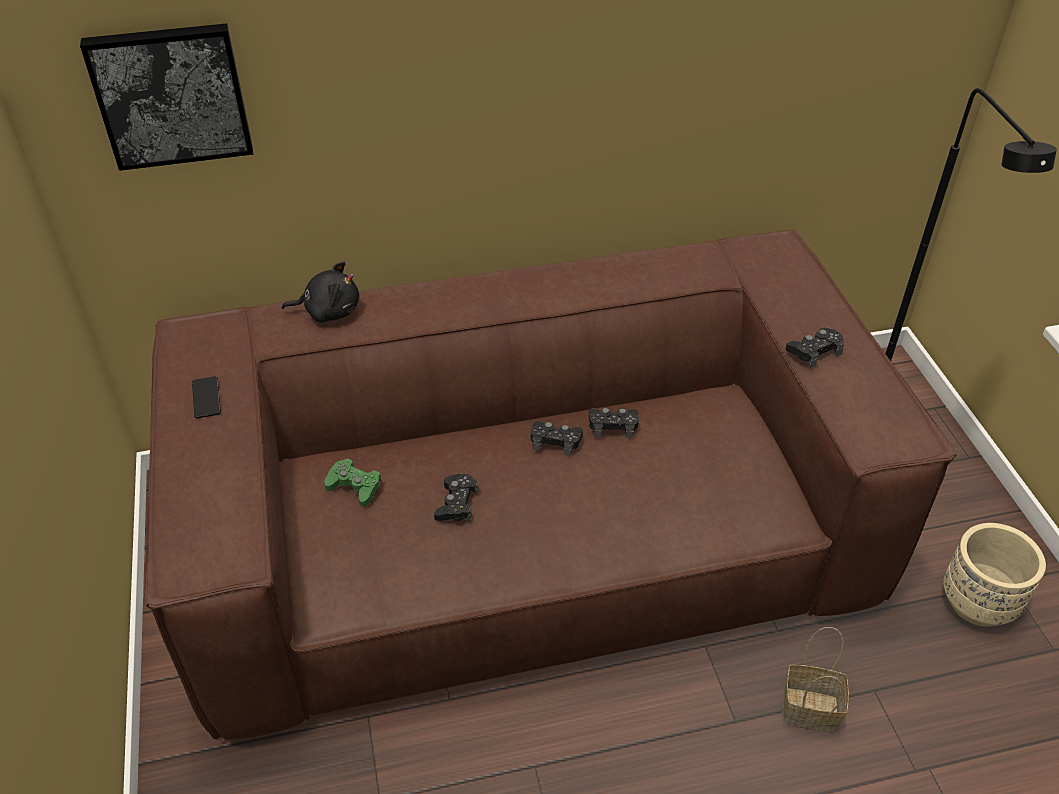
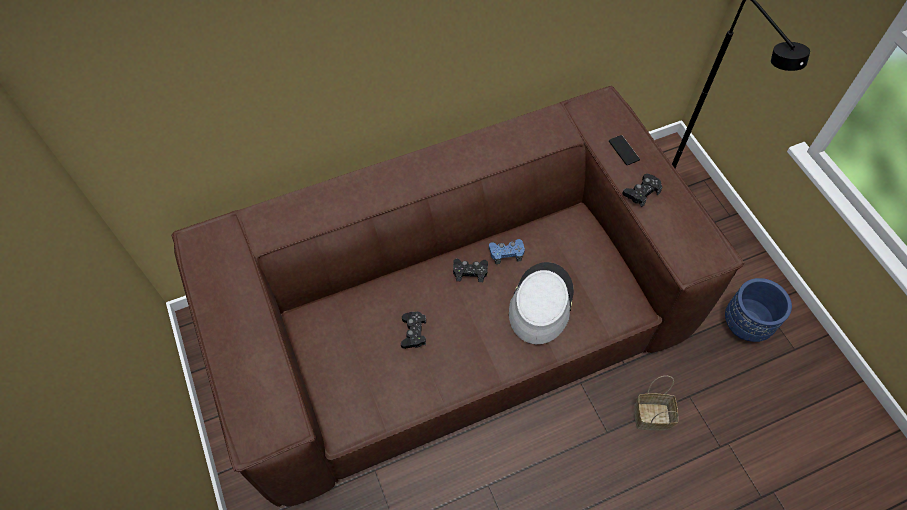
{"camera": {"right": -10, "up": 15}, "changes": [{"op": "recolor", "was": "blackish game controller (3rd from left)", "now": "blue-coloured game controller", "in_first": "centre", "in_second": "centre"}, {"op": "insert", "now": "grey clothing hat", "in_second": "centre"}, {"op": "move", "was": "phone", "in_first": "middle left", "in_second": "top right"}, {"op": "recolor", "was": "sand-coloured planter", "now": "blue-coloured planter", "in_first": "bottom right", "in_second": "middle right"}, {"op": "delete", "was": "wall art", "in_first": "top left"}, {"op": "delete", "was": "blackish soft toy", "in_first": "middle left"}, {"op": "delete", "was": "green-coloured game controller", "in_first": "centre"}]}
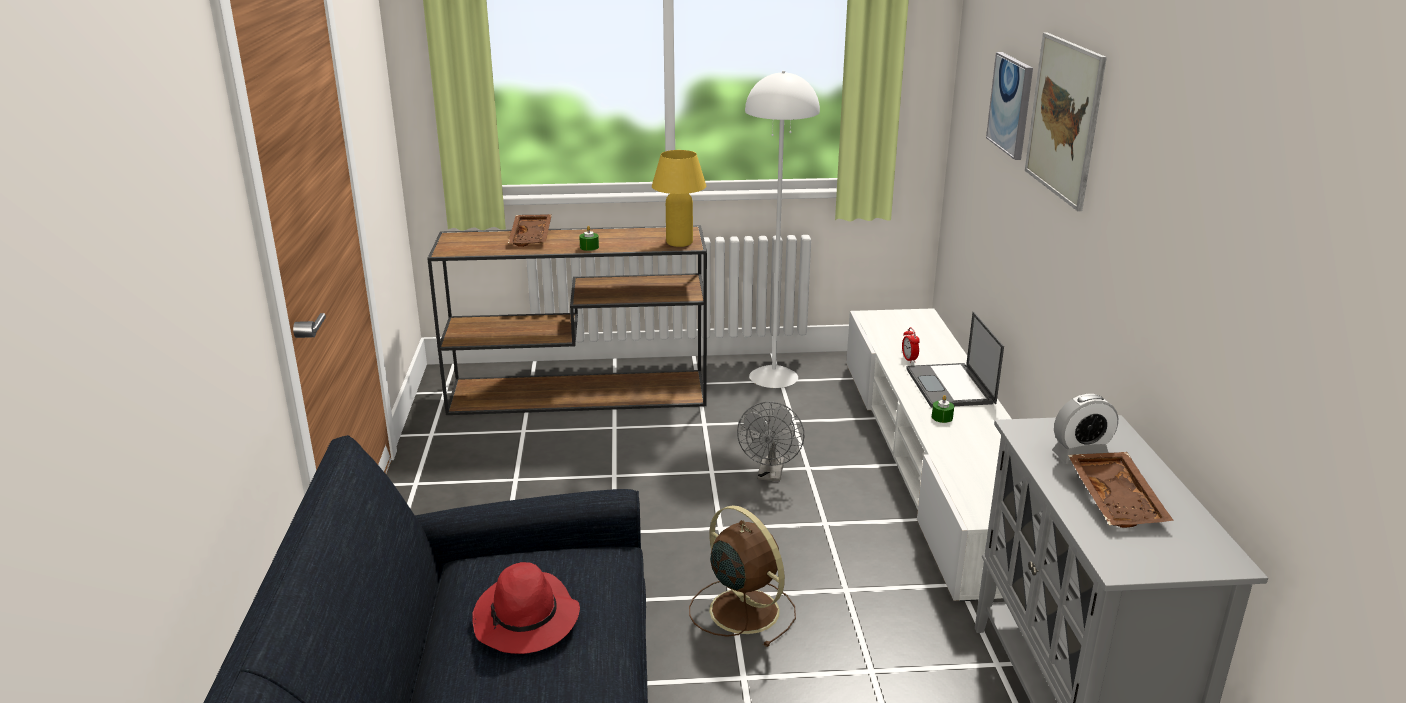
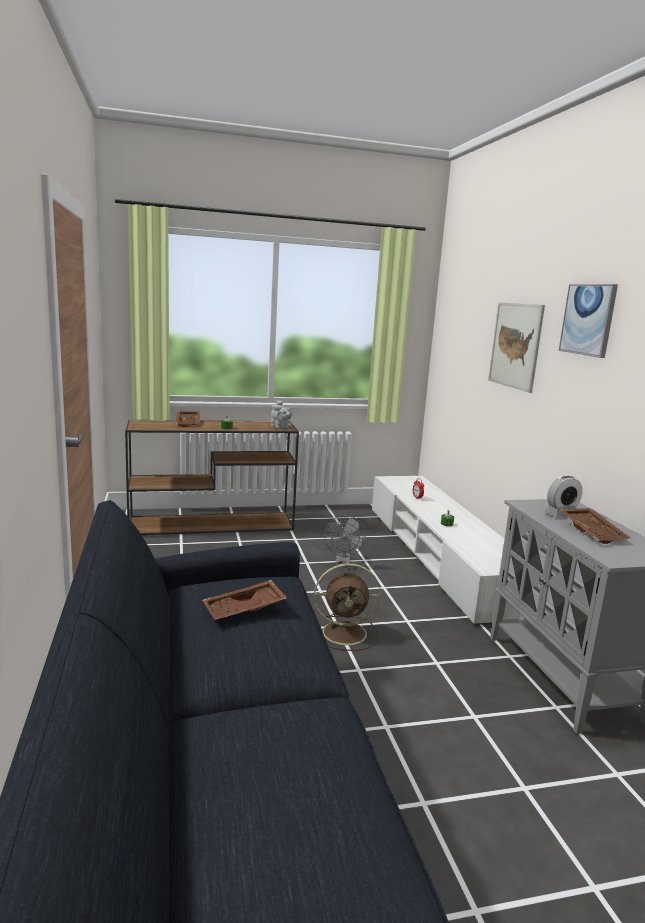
{"camera": {"right": -10, "up": -10}, "changes": [{"op": "replace", "was": "red-coloured clothing hat", "now": "brownish carrying tray (2nd from left)", "in_first": "bottom centre", "in_second": "centre"}, {"op": "replace", "was": "yellowish tabletop lamp", "now": "grey tea pot", "in_first": "top centre", "in_second": "centre"}, {"op": "rotate", "was": "brownish electric fan", "in_first": "bottom centre", "in_second": "centre", "clockwise": 135}, {"op": "move", "was": "wall art (1st from left in the first image)", "now": "wall art (2nd from left)", "in_first": "top right", "in_second": "middle right"}, {"op": "delete", "was": "white floor lamp", "in_first": "top centre"}, {"op": "delete", "was": "portable computer", "in_first": "middle right"}]}
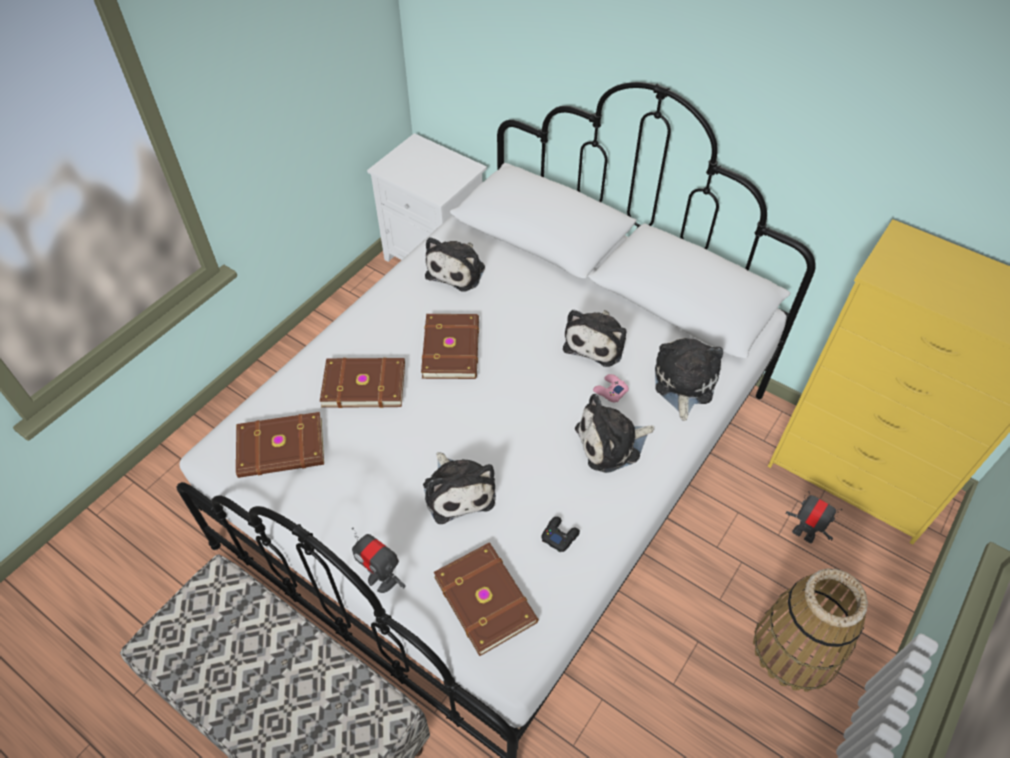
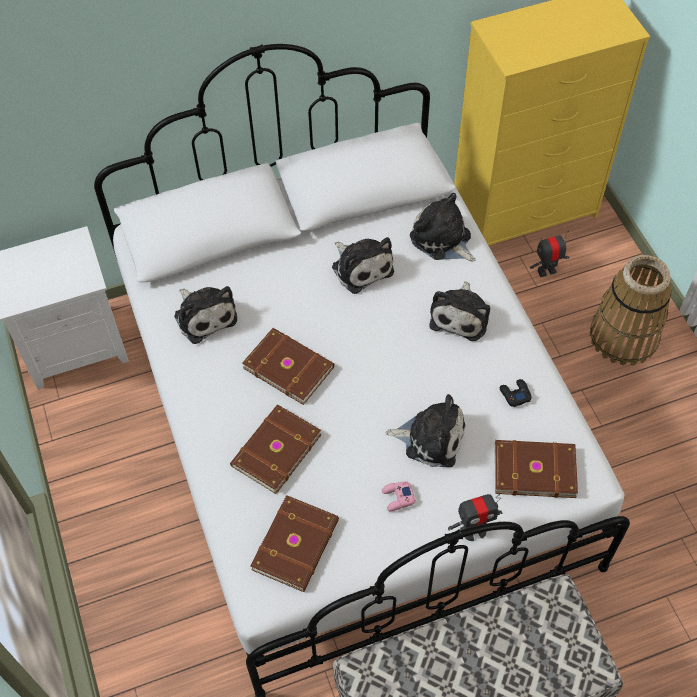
{"camera": {"right": -55, "up": 5}, "changes": [{"op": "move", "was": "pinkish game controller", "in_first": "centre", "in_second": "bottom centre"}]}
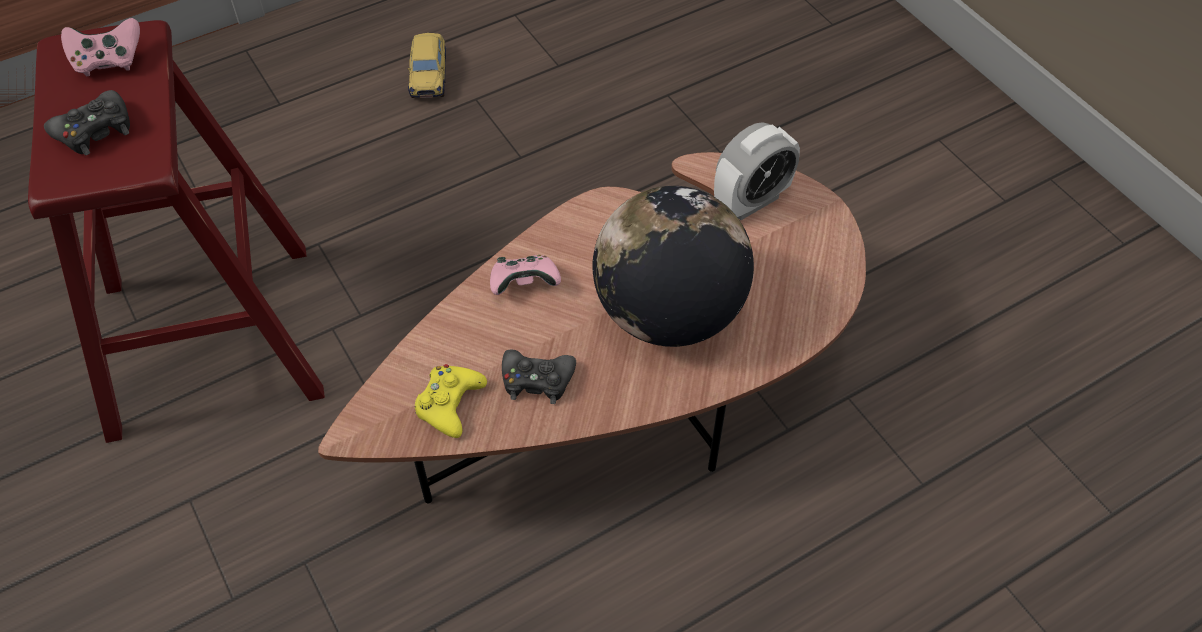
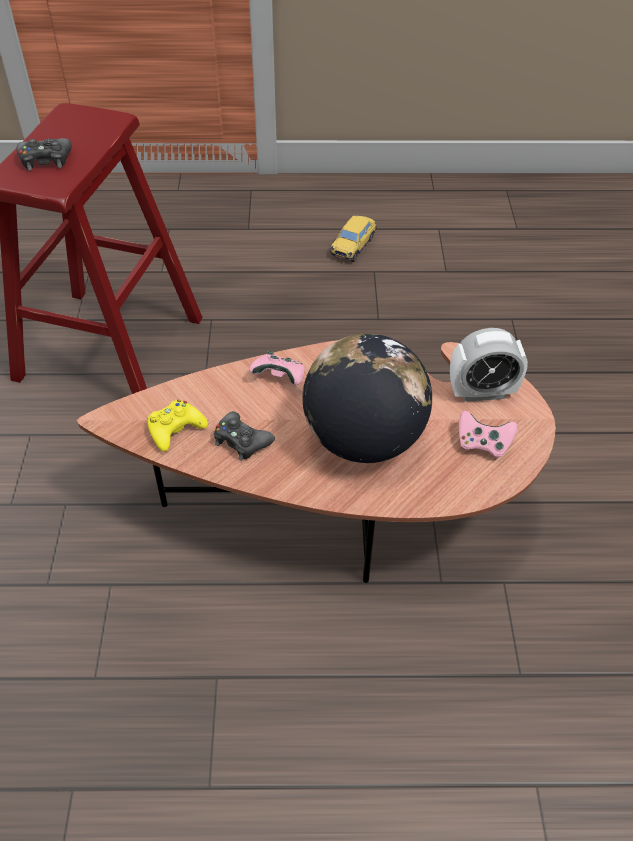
{"camera": {"right": 30, "up": -5}, "changes": [{"op": "move", "was": "pinkish game controller (1st from left in the first image)", "now": "pinkish game controller (2nd from left)", "in_first": "top left", "in_second": "middle right"}]}
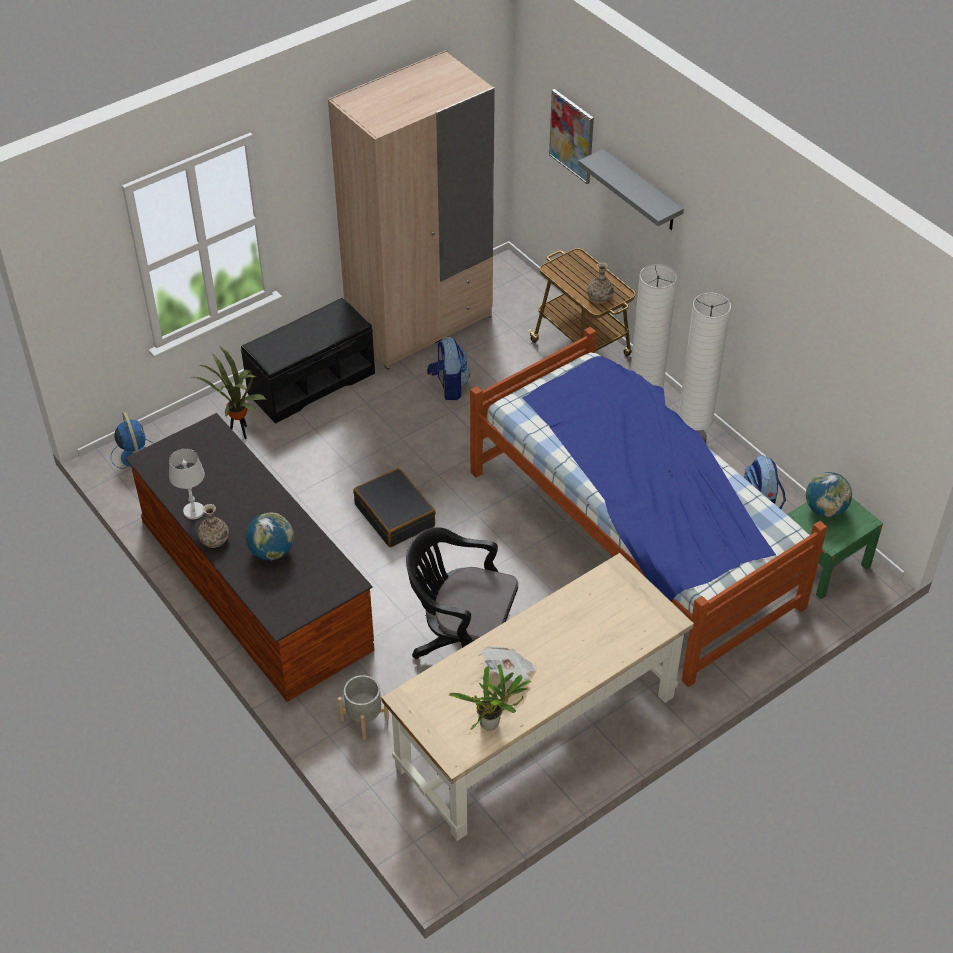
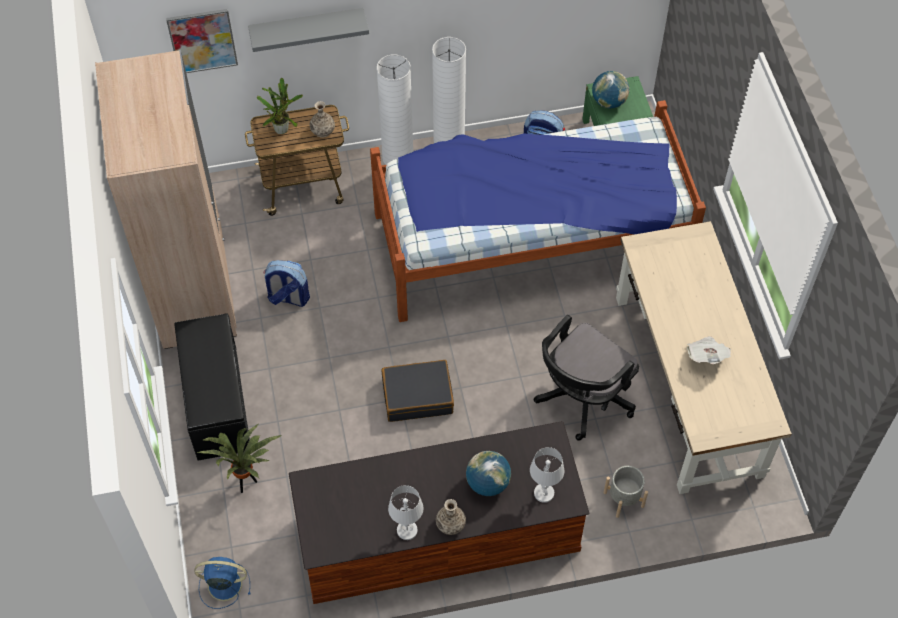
{"camera": {"right": -65, "up": 10}, "changes": [{"op": "move", "was": "potted plant (2nd from left)", "in_first": "bottom centre", "in_second": "top left"}, {"op": "insert", "now": "white tabletop lamp (2nd from left)", "in_second": "bottom centre"}]}
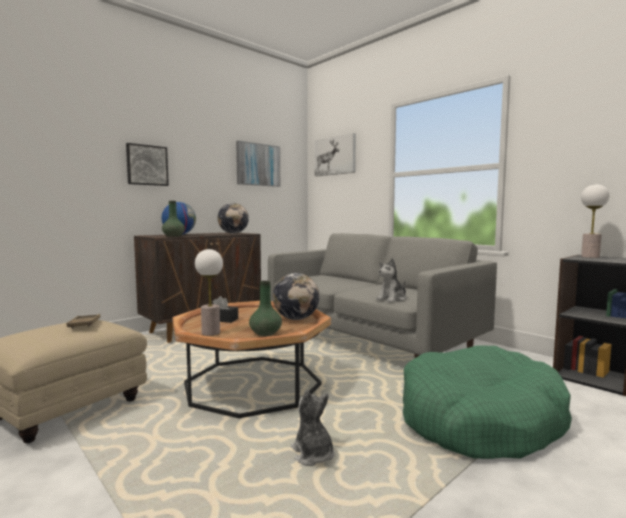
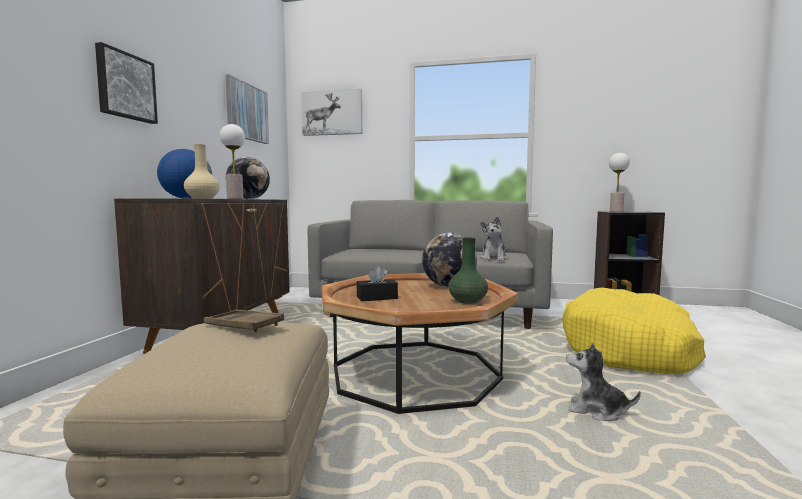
{"camera": {"right": -35, "up": 0}, "changes": [{"op": "recolor", "was": "green-coloured decorative vase (1st from left)", "now": "sand-coloured decorative vase", "in_first": "middle left", "in_second": "middle left"}, {"op": "move", "was": "tabletop lamp (1st from left)", "in_first": "centre", "in_second": "top left"}, {"op": "recolor", "was": "green-coloured dog bed", "now": "yellowish dog bed", "in_first": "bottom right", "in_second": "middle right"}]}
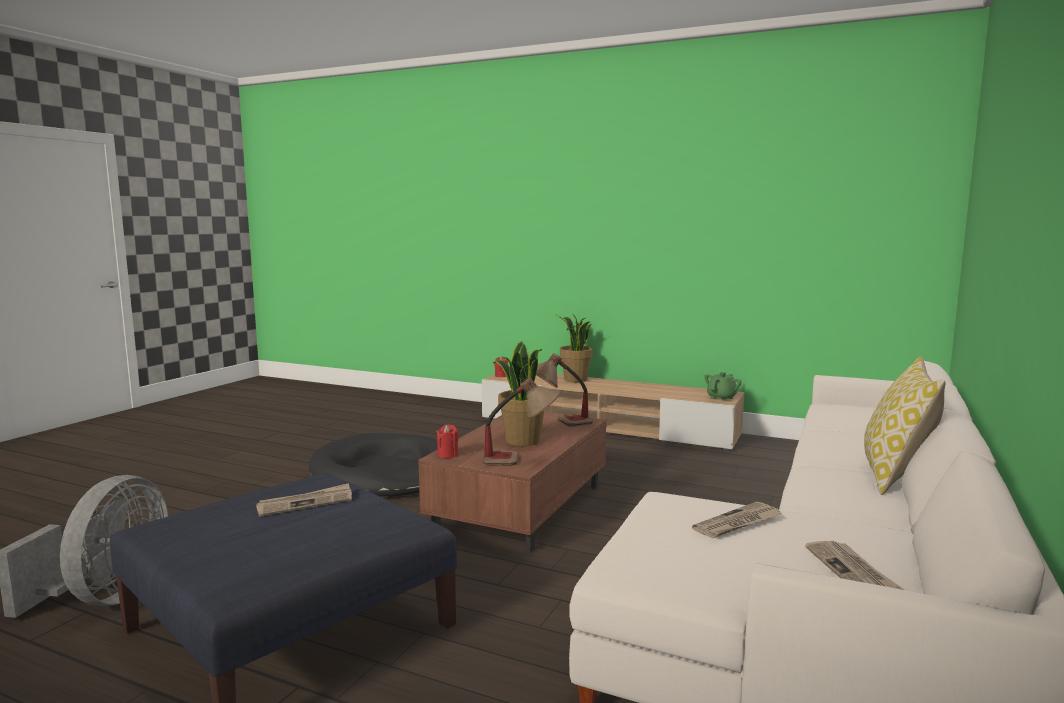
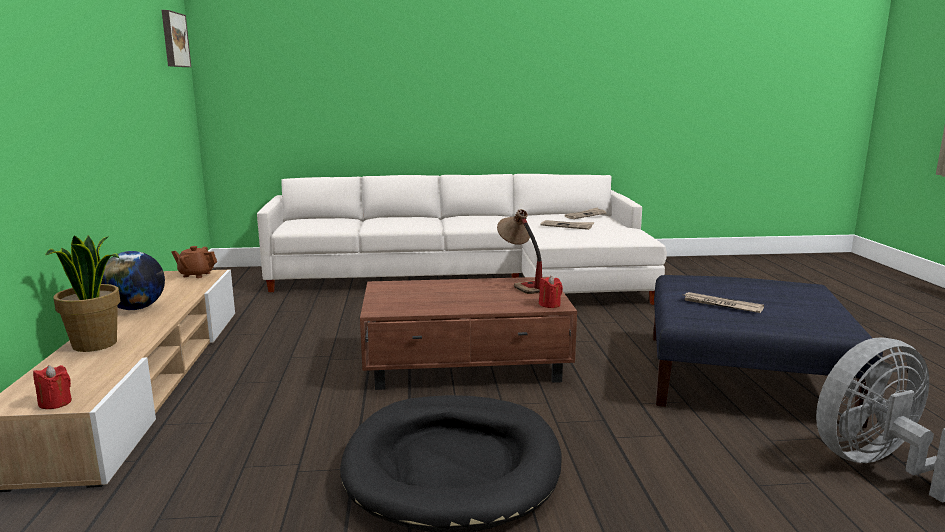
{"camera": {"right": -120, "up": 5}, "changes": [{"op": "insert", "now": "desk globe", "in_second": "middle left"}, {"op": "insert", "now": "wall art", "in_second": "top left"}, {"op": "recolor", "was": "green-coloured tea pot", "now": "brownish tea pot", "in_first": "middle right", "in_second": "middle left"}, {"op": "delete", "was": "potted plant (1st from left)", "in_first": "centre"}, {"op": "delete", "was": "tabletop lamp (2nd from left)", "in_first": "centre"}, {"op": "delete", "was": "cushion", "in_first": "middle right"}]}
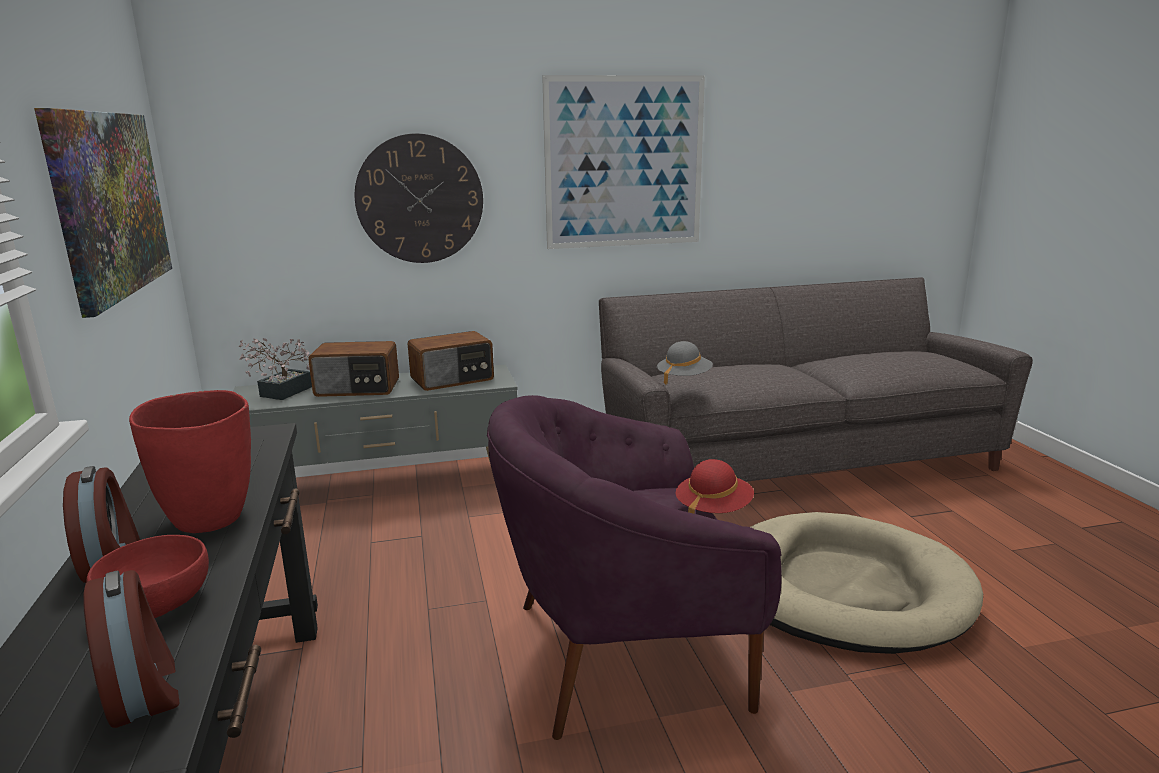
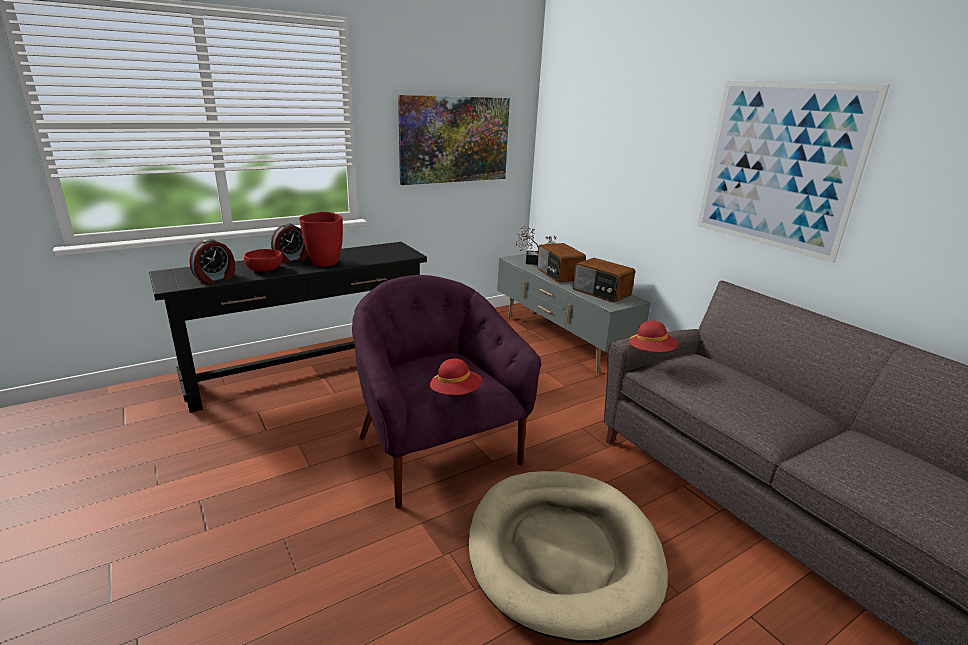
{"camera": {"right": 70, "up": 5}, "changes": [{"op": "recolor", "was": "grey clothing hat", "now": "red-coloured clothing hat (2nd from left)", "in_first": "centre", "in_second": "middle right"}, {"op": "delete", "was": "clock on the wall", "in_first": "top centre"}]}
